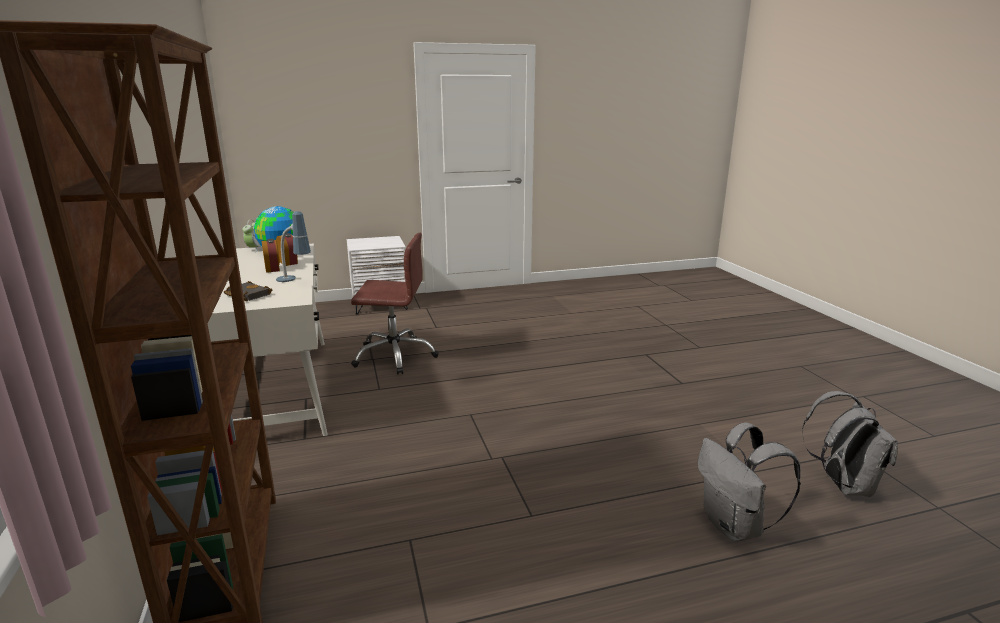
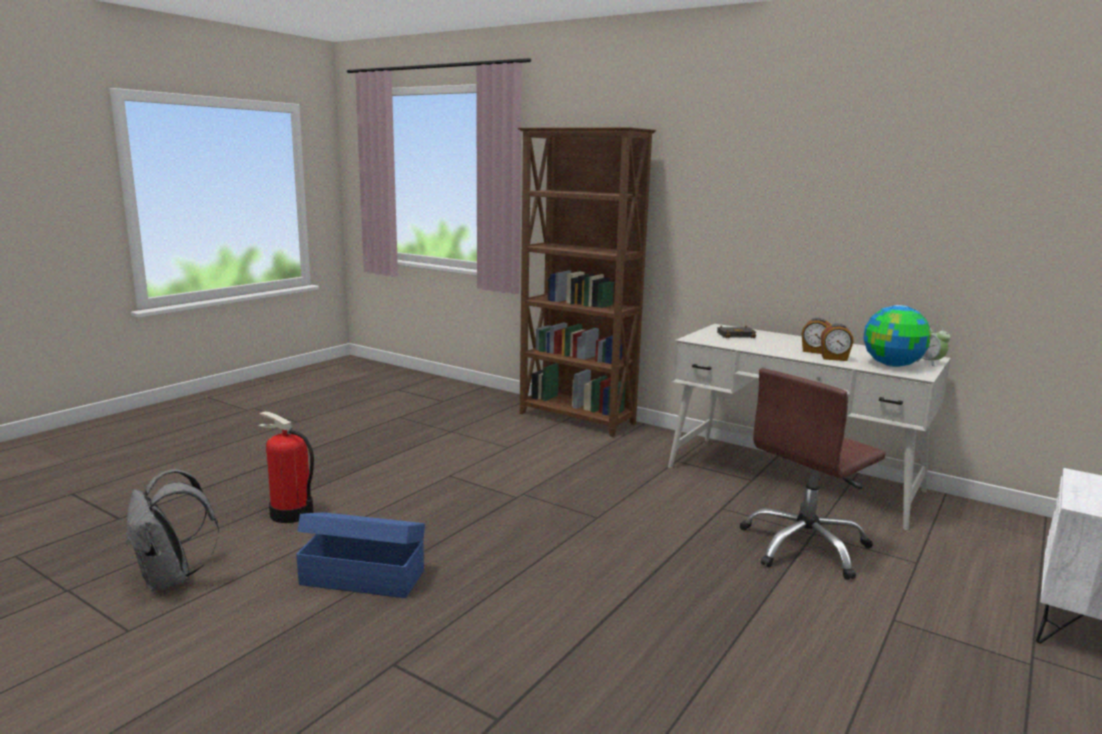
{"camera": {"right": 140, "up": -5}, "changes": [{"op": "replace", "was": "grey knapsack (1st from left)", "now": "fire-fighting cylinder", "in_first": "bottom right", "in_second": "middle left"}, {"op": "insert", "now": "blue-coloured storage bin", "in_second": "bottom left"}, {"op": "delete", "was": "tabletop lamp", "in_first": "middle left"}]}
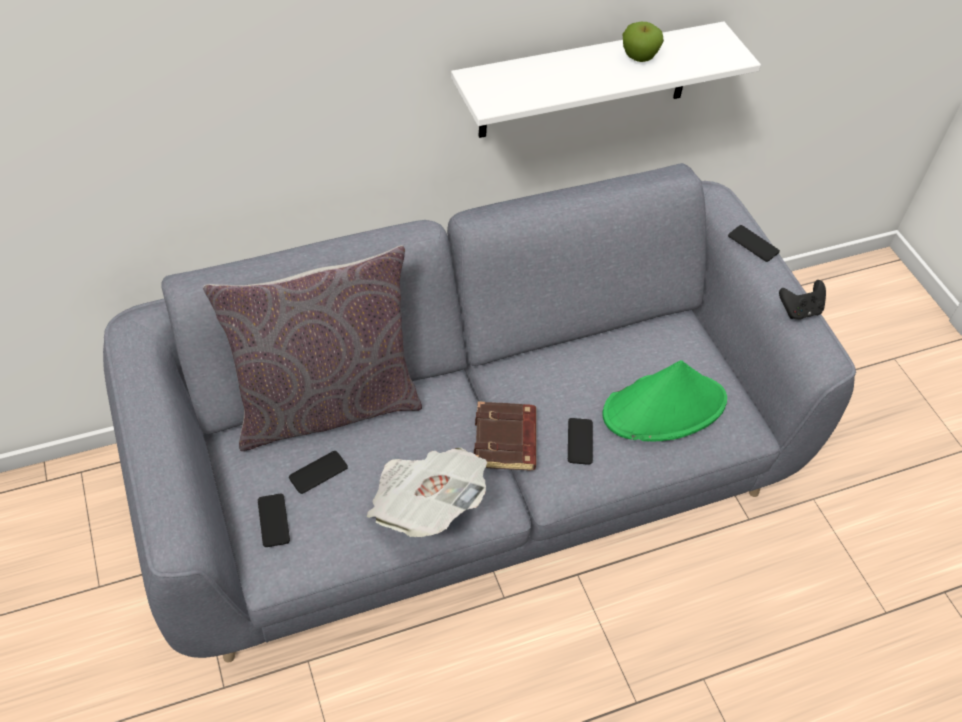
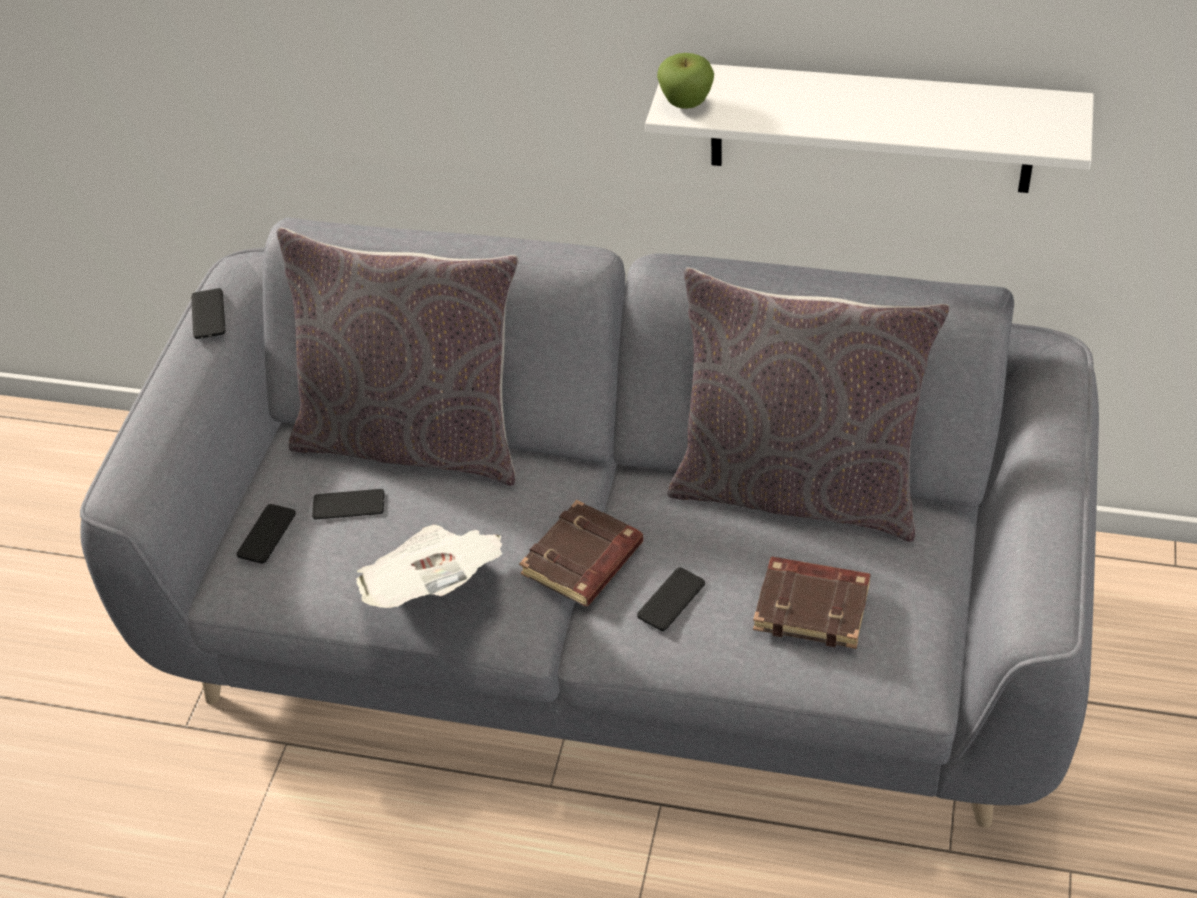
{"camera": {"right": 40, "up": -5}, "changes": [{"op": "move", "was": "phone (4th from left in the first image)", "now": "phone (1st from left)", "in_first": "middle right", "in_second": "middle left"}, {"op": "move", "was": "apple", "in_first": "top right", "in_second": "top centre"}, {"op": "insert", "now": "grey cushion (2nd from left)", "in_second": "middle right"}, {"op": "replace", "was": "green-coloured clothing hat", "now": "brownish bound book (2nd from left)", "in_first": "middle right", "in_second": "bottom right"}, {"op": "delete", "was": "blackish game controller", "in_first": "middle right"}]}
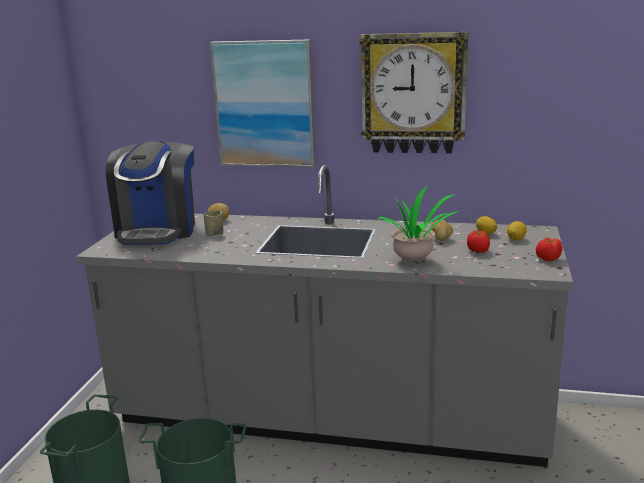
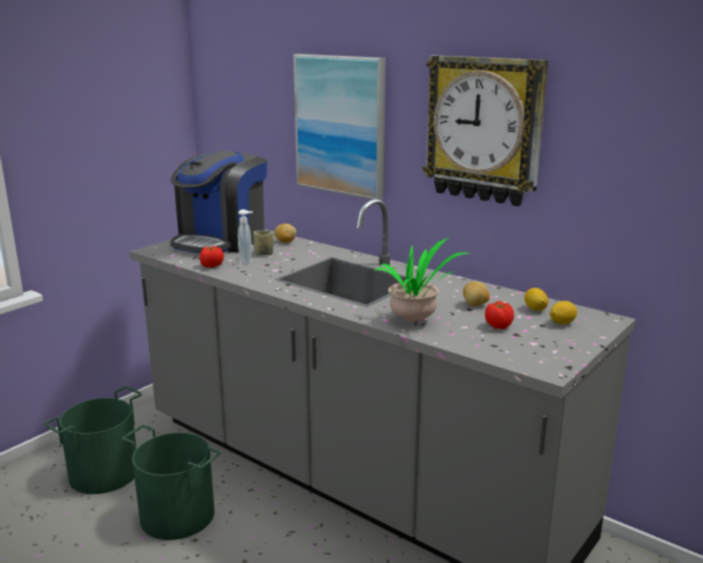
{"camera": {"right": 25, "up": 0}, "changes": [{"op": "move", "was": "whole tomato (2nd from left in the first image)", "now": "whole tomato (1st from left)", "in_first": "middle right", "in_second": "middle left"}, {"op": "insert", "now": "soap dispenser", "in_second": "centre"}]}
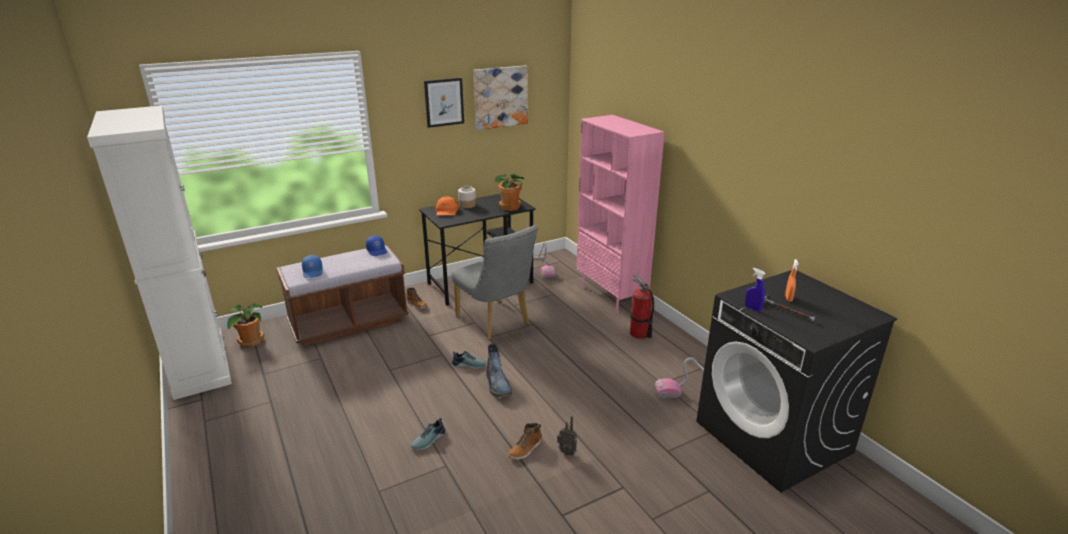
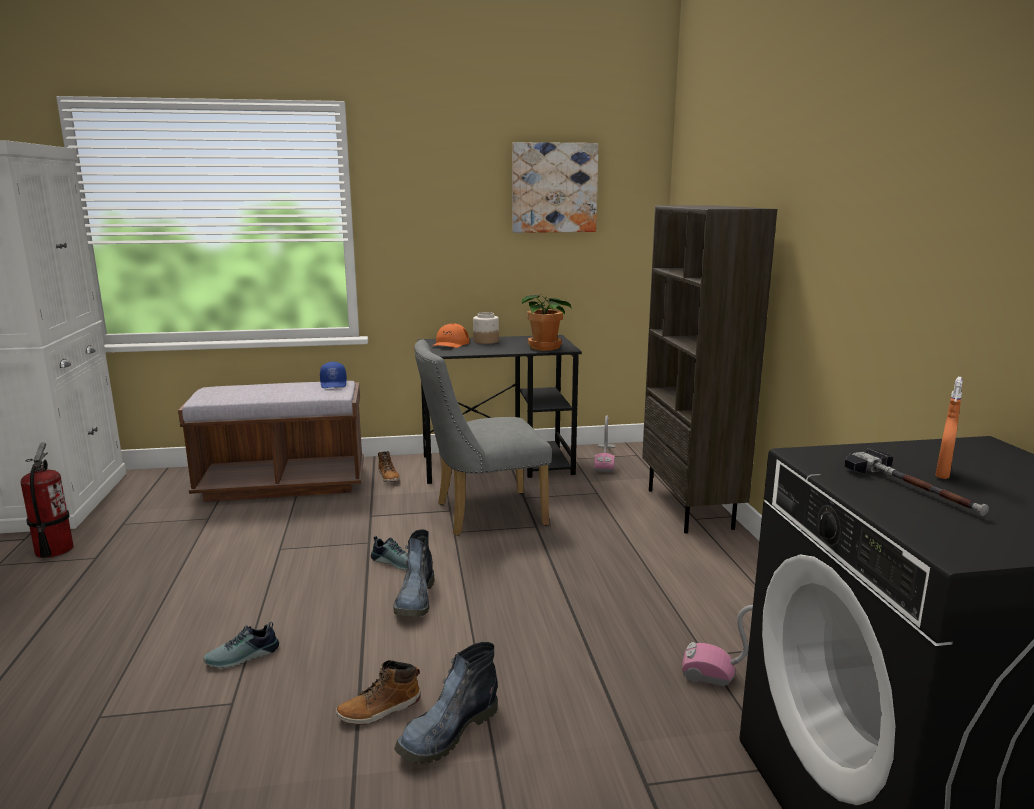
{"camera": {"right": 20, "up": -10}, "changes": [{"op": "move", "was": "fire-fighting cylinder", "in_first": "centre", "in_second": "middle left"}, {"op": "replace", "was": "radio receiver", "now": "boot (4th from left)", "in_first": "bottom centre", "in_second": "bottom centre"}, {"op": "rotate", "was": "grey chair", "in_first": "centre", "in_second": "centre", "clockwise": 90}, {"op": "recolor", "was": "pinkish shelving unit", "now": "brownish shelving unit", "in_first": "centre", "in_second": "middle right"}, {"op": "delete", "was": "potted plant (1st from left)", "in_first": "middle left"}, {"op": "delete", "was": "blue-coloured peaked cap (1st from left)", "in_first": "middle left"}, {"op": "delete", "was": "wall art (1st from left)", "in_first": "top centre"}, {"op": "delete", "was": "blue-coloured hand sprayer", "in_first": "middle right"}]}
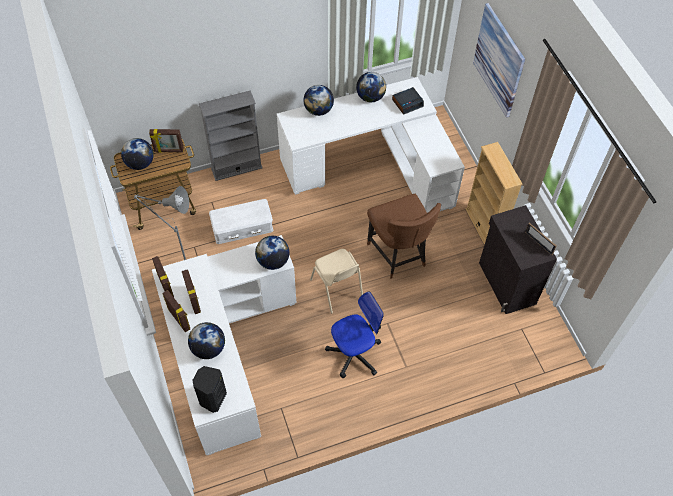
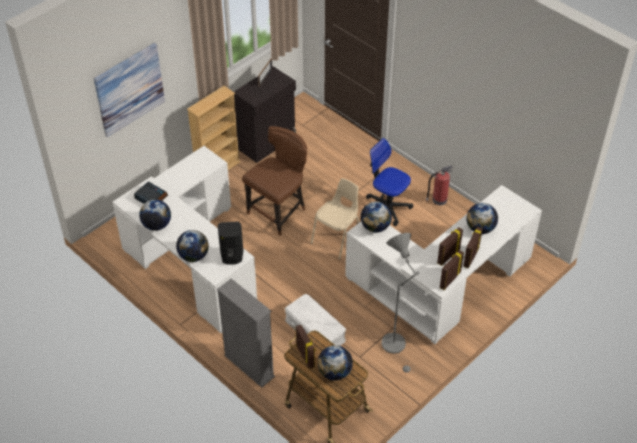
{"camera": {"right": -115, "up": -10}, "changes": [{"op": "move", "was": "blackish loudspeaker", "in_first": "bottom left", "in_second": "centre"}, {"op": "insert", "now": "fire-fighting cylinder", "in_second": "middle right"}]}
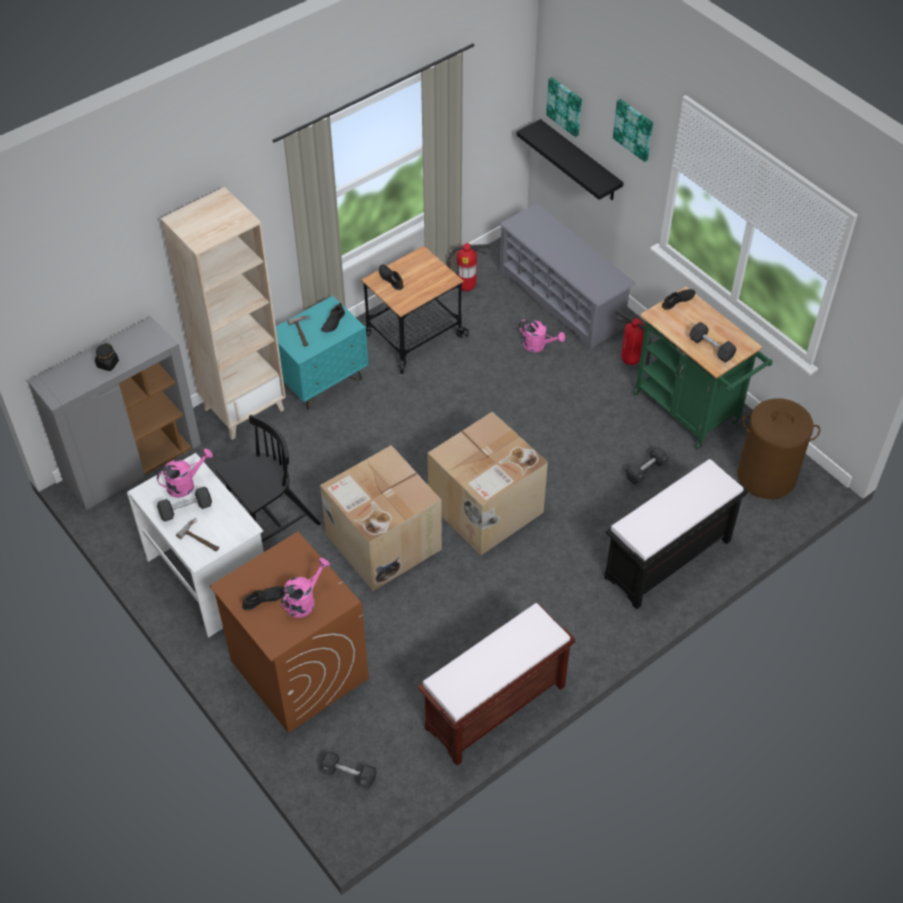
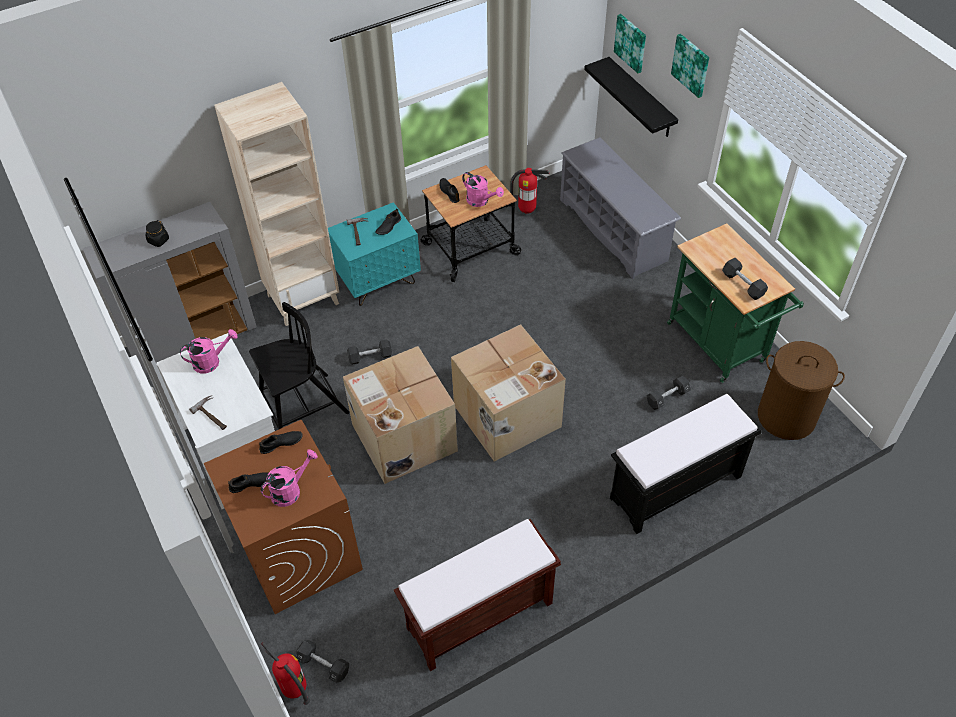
{"camera": {"right": 10, "up": 0}, "changes": [{"op": "move", "was": "blackish low shoe (4th from left in the first image)", "now": "blackish low shoe (2nd from left)", "in_first": "top right", "in_second": "middle left"}, {"op": "move", "was": "fire-fighting cylinder (2nd from left in the first image)", "now": "fire-fighting cylinder (1st from left)", "in_first": "middle right", "in_second": "bottom left"}, {"op": "move", "was": "blackish free weight (1st from left in the first image)", "now": "blackish free weight (2nd from left)", "in_first": "middle left", "in_second": "centre"}, {"op": "move", "was": "pinkish sprinkling can (3rd from left)", "in_first": "centre", "in_second": "top centre"}]}
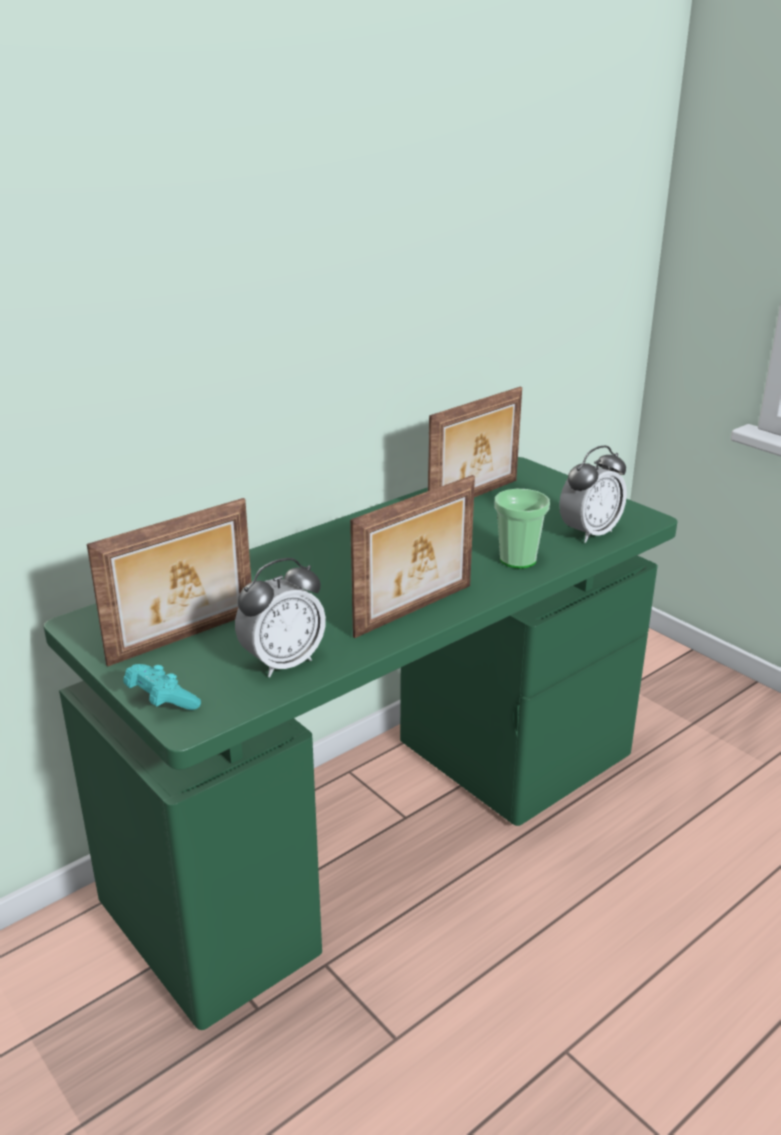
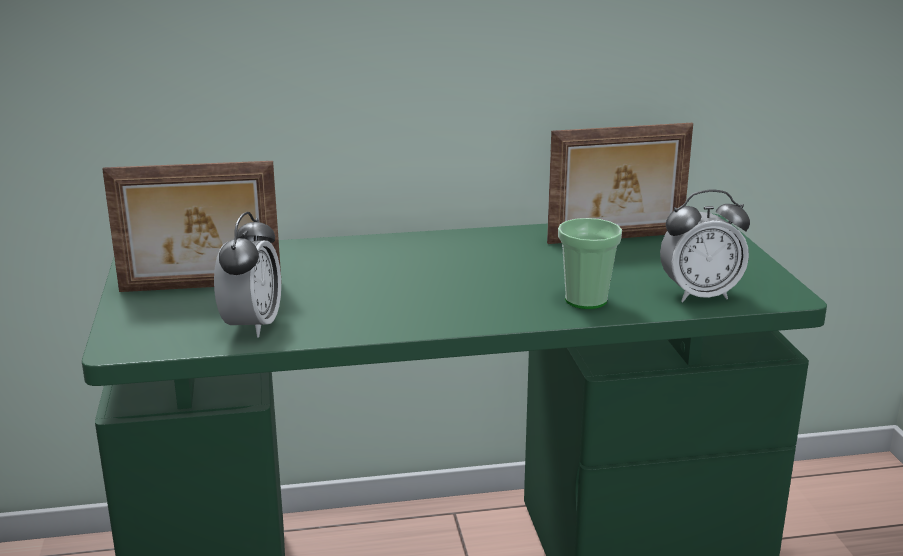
{"camera": {"right": 30, "up": -5}, "changes": [{"op": "rotate", "was": "bedside clock (1st from left)", "in_first": "centre", "in_second": "middle left", "clockwise": -75}, {"op": "delete", "was": "turquoise game controller", "in_first": "middle left"}, {"op": "delete", "was": "standing frame (2nd from left)", "in_first": "centre"}]}
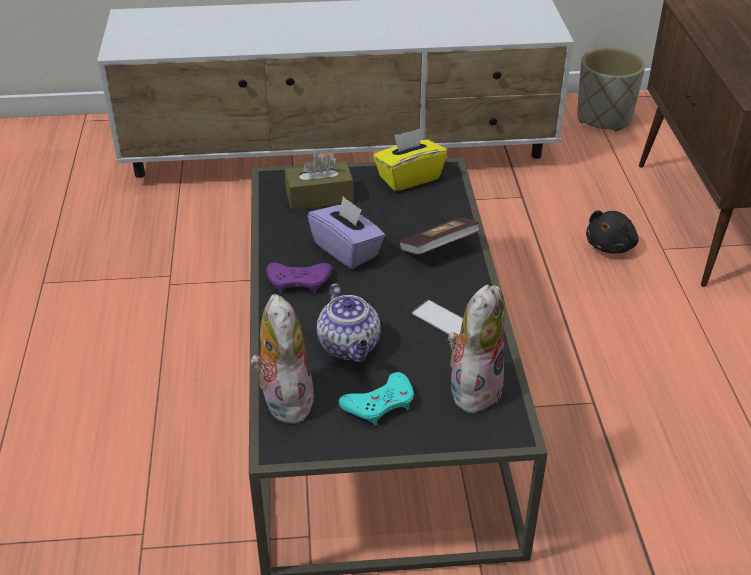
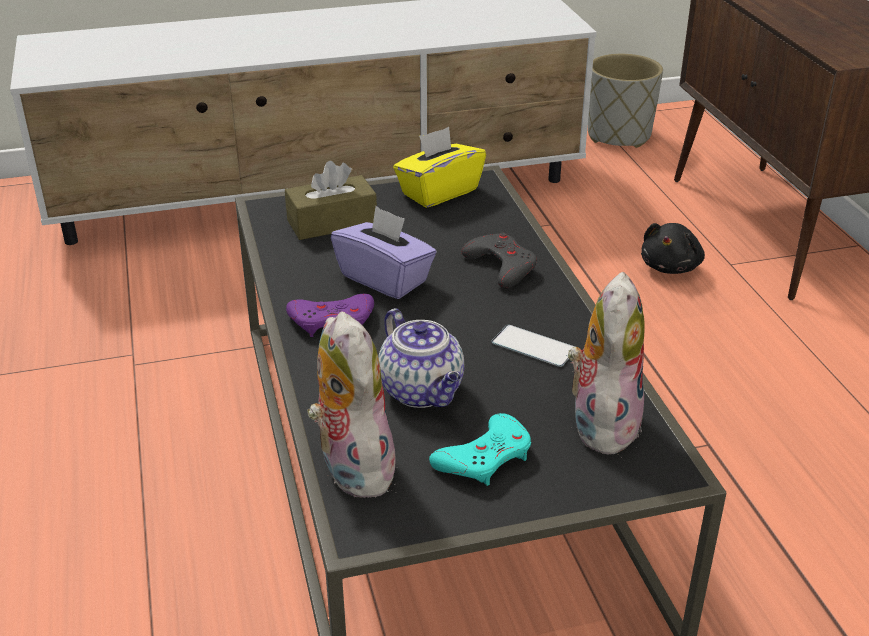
{"camera": {"right": -10, "up": -5}, "changes": [{"op": "replace", "was": "bound book", "now": "grey game controller", "in_first": "centre", "in_second": "centre"}]}
